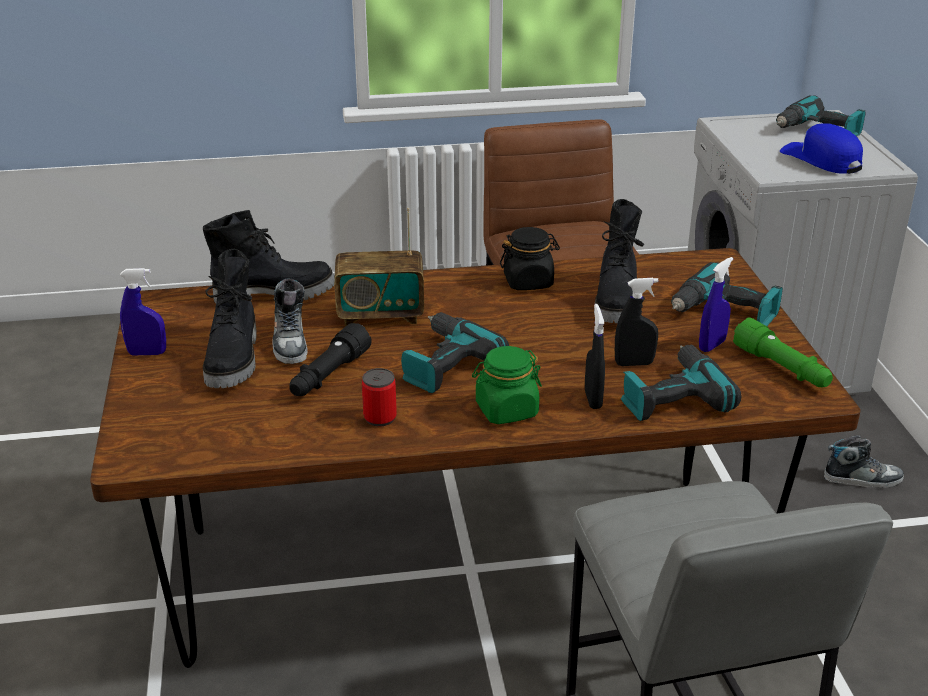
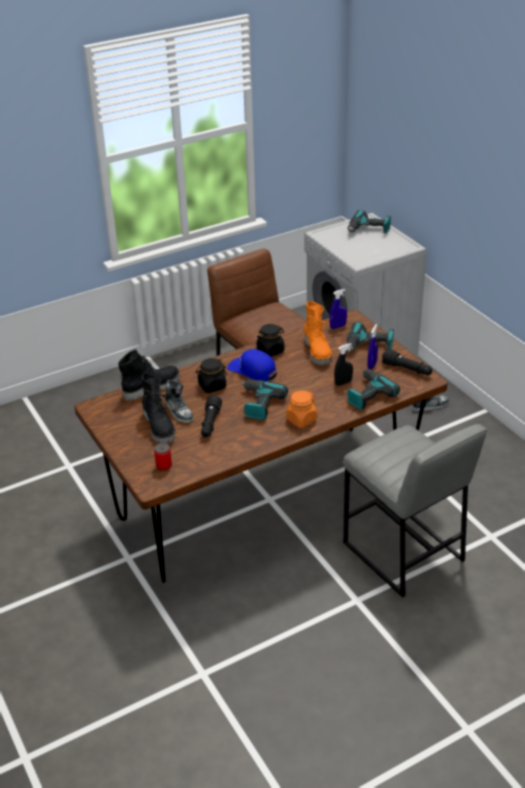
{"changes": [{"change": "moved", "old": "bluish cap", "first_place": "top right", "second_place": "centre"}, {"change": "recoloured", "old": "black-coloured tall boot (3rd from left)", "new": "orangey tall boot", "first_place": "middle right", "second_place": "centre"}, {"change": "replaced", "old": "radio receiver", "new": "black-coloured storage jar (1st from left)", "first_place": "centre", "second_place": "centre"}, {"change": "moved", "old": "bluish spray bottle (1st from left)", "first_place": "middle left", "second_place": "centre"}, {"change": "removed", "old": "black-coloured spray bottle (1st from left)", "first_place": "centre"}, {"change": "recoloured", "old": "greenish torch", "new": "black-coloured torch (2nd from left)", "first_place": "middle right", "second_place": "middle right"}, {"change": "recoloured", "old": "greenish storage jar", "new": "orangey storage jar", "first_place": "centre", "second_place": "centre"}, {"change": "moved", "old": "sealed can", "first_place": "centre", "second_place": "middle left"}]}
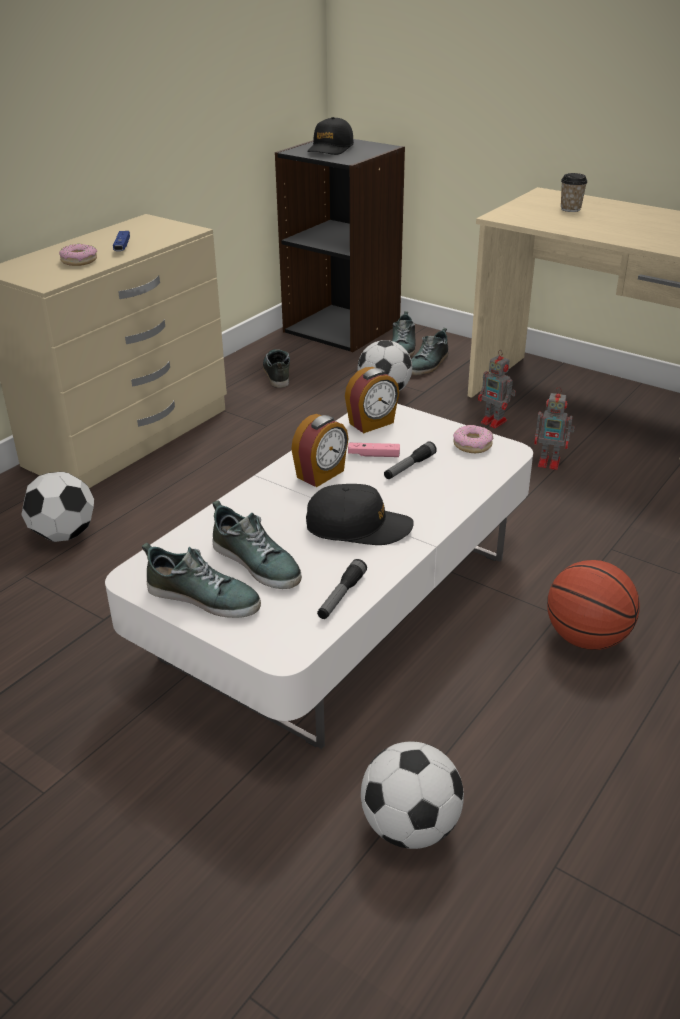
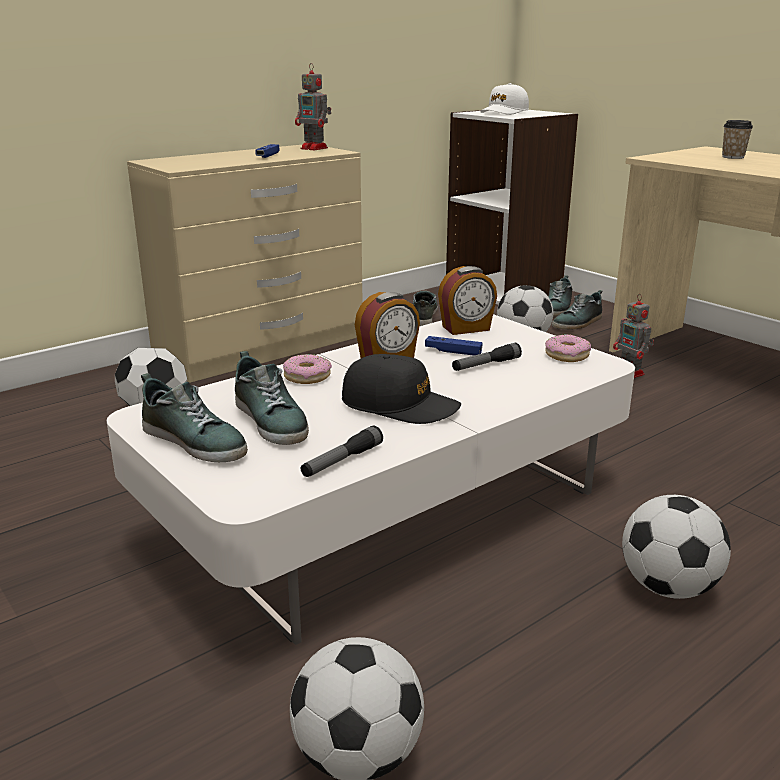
{"changes": [{"change": "recoloured", "old": "black-coloured cap (1st from left)", "new": "white cap", "first_place": "top centre", "second_place": "top centre"}, {"change": "recoloured", "old": "black-coloured bookcase", "new": "white bookcase", "first_place": "top centre", "second_place": "top centre"}, {"change": "moved", "old": "doughnut (1st from left)", "first_place": "top left", "second_place": "centre"}, {"change": "moved", "old": "robot figure (2nd from left in the first image)", "new": "robot figure (1st from left)", "first_place": "middle right", "second_place": "top centre"}, {"change": "recoloured", "old": "pinkish game controller", "new": "bluish game controller (2nd from left)", "first_place": "centre", "second_place": "centre"}, {"change": "replaced", "old": "ball for basketball", "new": "ball for football (4th from left)", "first_place": "middle right", "second_place": "bottom right"}]}
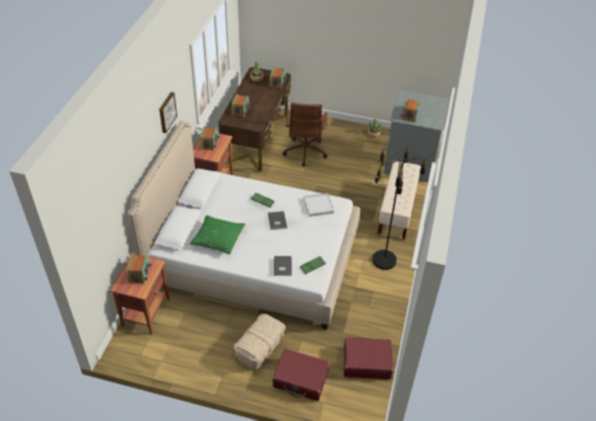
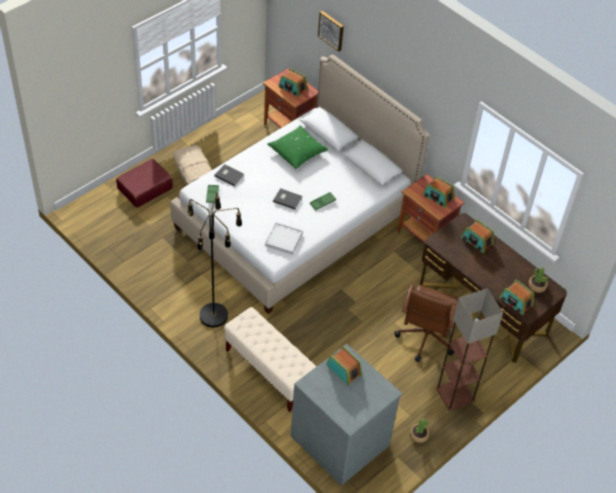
{"changes": [{"change": "moved", "old": "picture", "first_place": "top left", "second_place": "top centre"}, {"change": "turned", "old": "brown-coloured desk chair", "first_place": "top centre", "second_place": "middle right", "degrees": -105}, {"change": "removed", "old": "reddish travel case (2nd from left)", "first_place": "bottom centre"}, {"change": "added", "new": "standard lamp (2nd from left)", "second_place": "bottom right"}]}
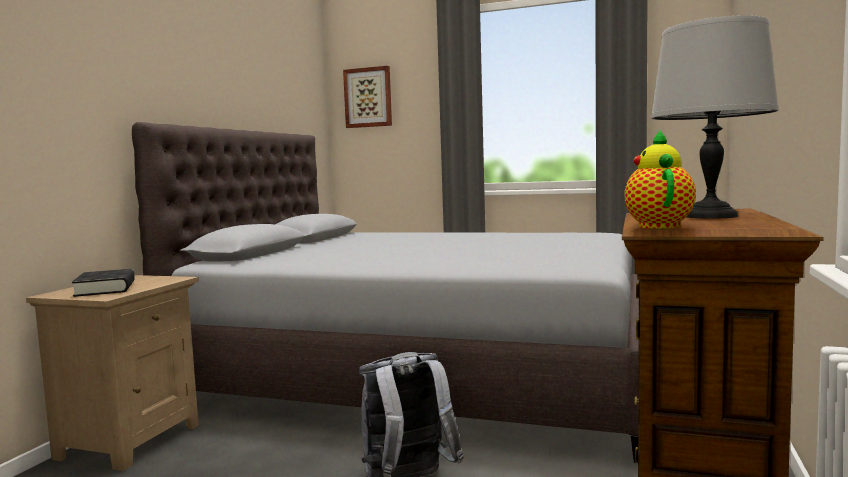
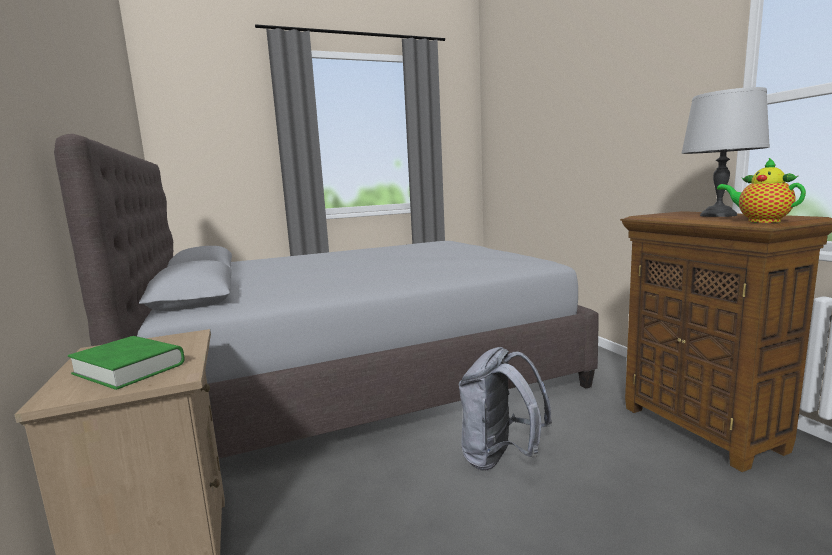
{"changes": [{"change": "removed", "old": "picture", "first_place": "top centre"}, {"change": "recoloured", "old": "black-coloured volume", "new": "greenish volume", "first_place": "middle left", "second_place": "middle left"}]}
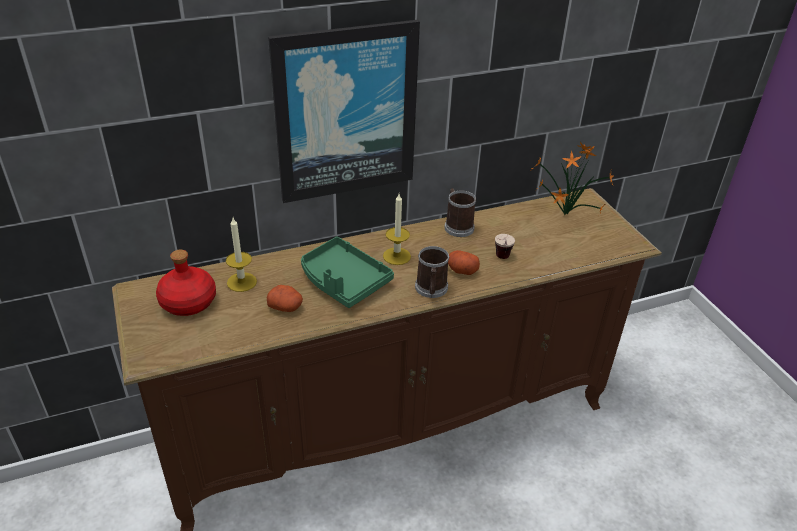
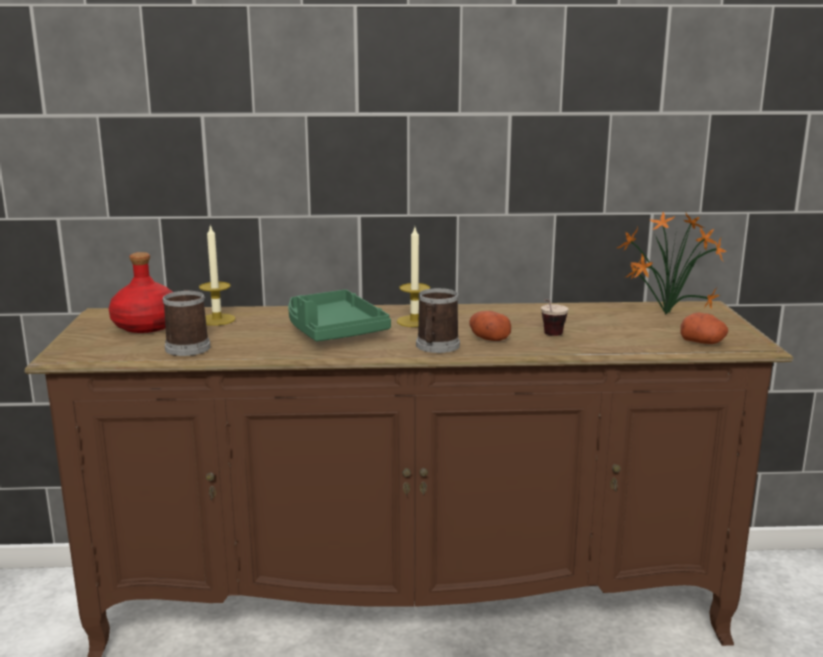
{"changes": [{"change": "removed", "old": "picture", "first_place": "top centre"}, {"change": "moved", "old": "tea mug (2nd from left in the first image)", "new": "tea mug (1st from left)", "first_place": "centre", "second_place": "middle left"}, {"change": "moved", "old": "spud (1st from left in the first image)", "new": "spud (2nd from left)", "first_place": "centre", "second_place": "middle right"}]}
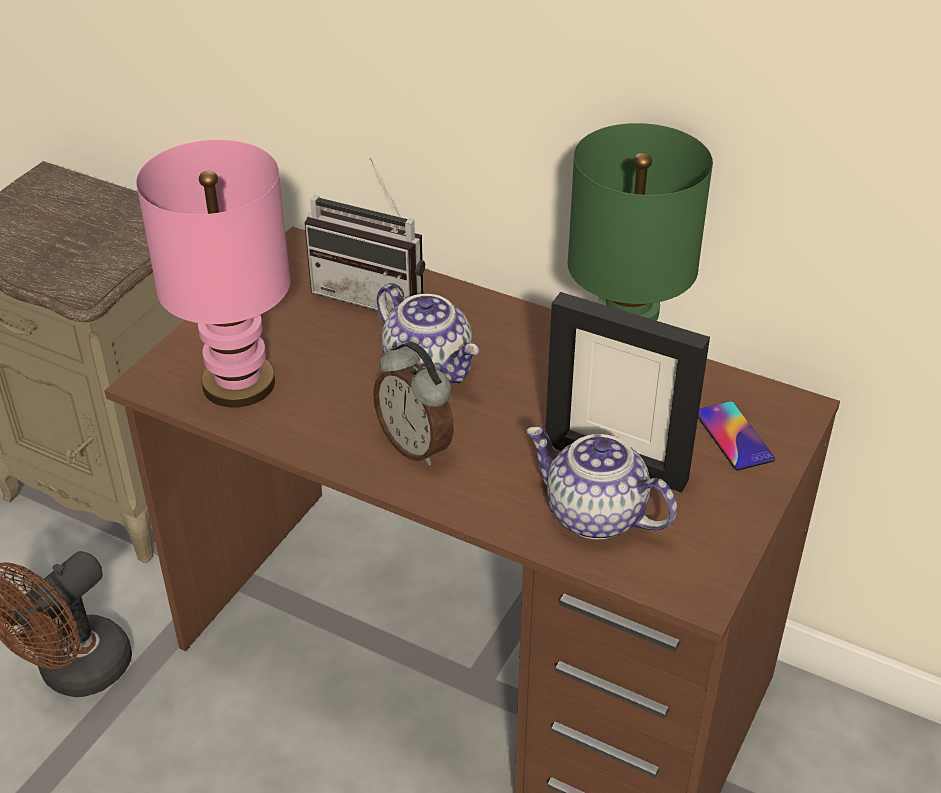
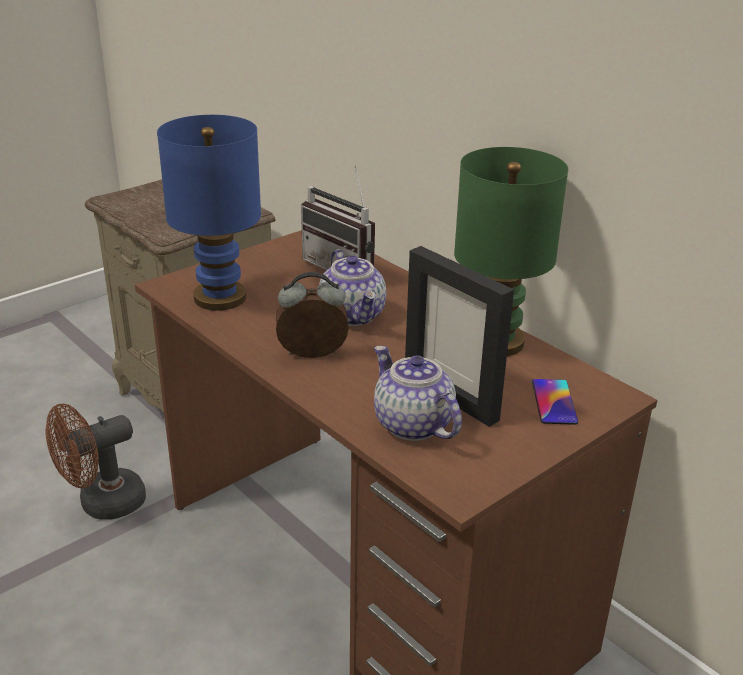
{"changes": [{"change": "recoloured", "old": "pinkish lamp for a table", "new": "bluish lamp for a table", "first_place": "middle left", "second_place": "top left"}, {"change": "turned", "old": "alarm clock", "first_place": "centre", "second_place": "centre", "degrees": 105}]}
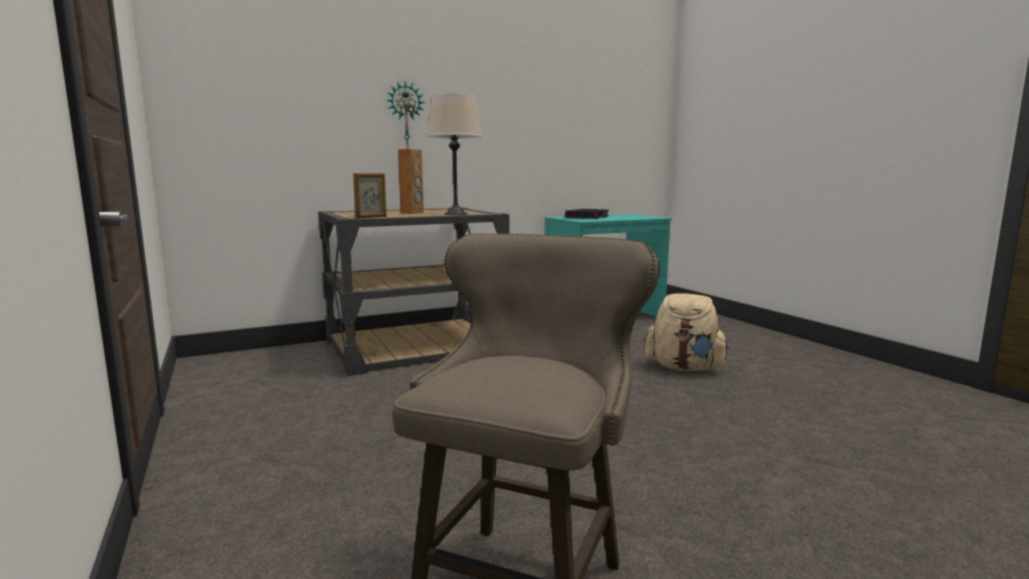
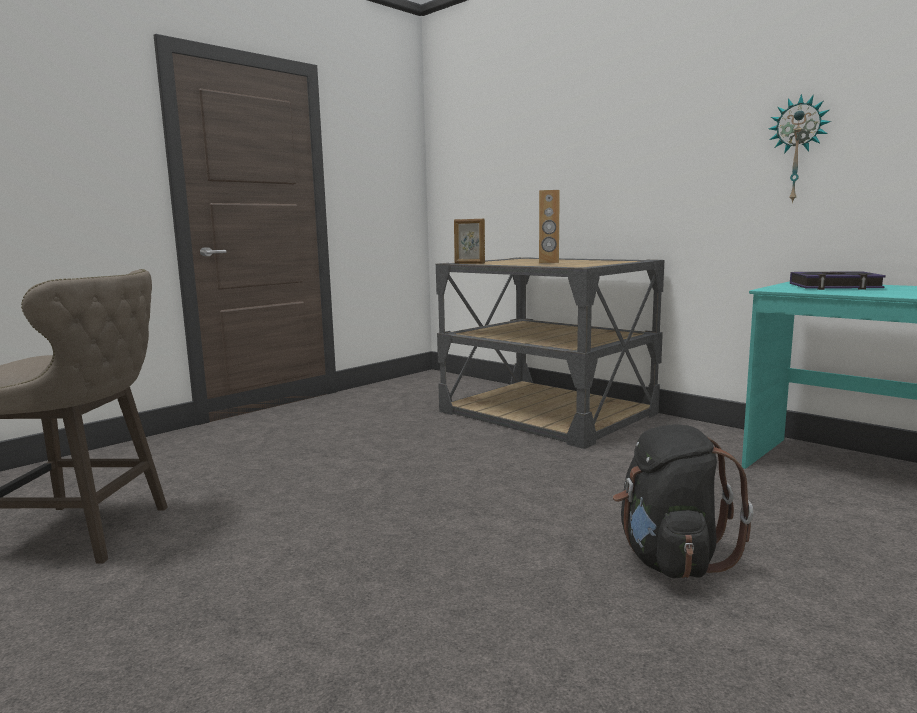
{"changes": [{"change": "moved", "old": "clock on the wall", "first_place": "top centre", "second_place": "top right"}, {"change": "removed", "old": "beige lamp for a table", "first_place": "top centre"}, {"change": "recoloured", "old": "beige knapsack", "new": "black-coloured knapsack", "first_place": "middle right", "second_place": "bottom right"}]}
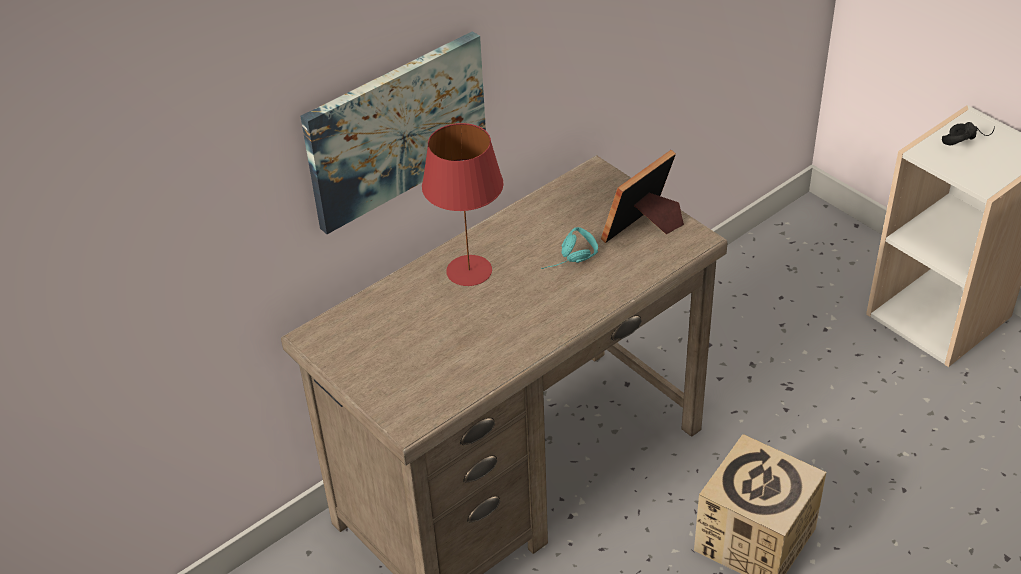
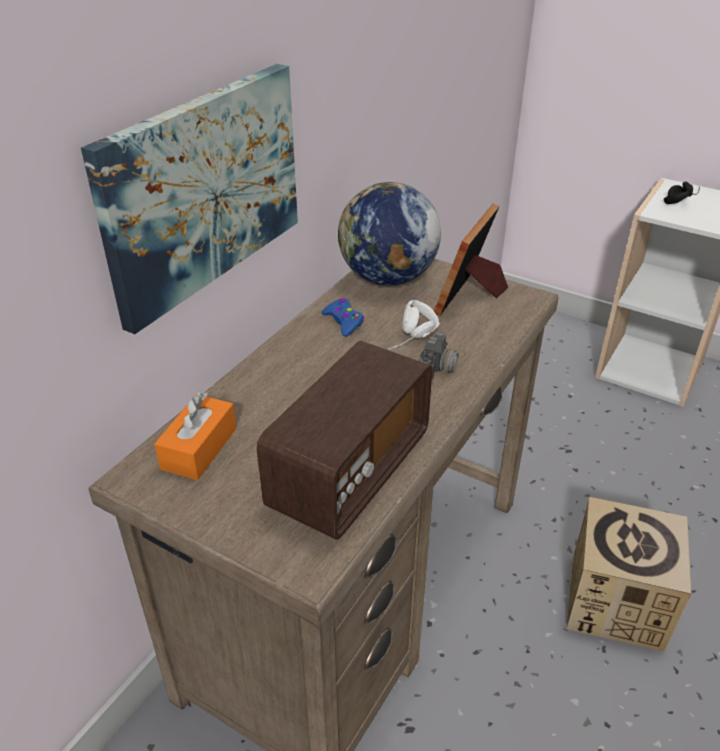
{"changes": [{"change": "removed", "old": "reddish lamp for a table", "first_place": "centre"}, {"change": "recoloured", "old": "turquoise-coloured headset", "new": "white headset", "first_place": "centre", "second_place": "centre"}, {"change": "added", "new": "globe", "second_place": "top centre"}, {"change": "added", "new": "bluish game controller", "second_place": "centre"}, {"change": "added", "new": "still camera", "second_place": "centre"}, {"change": "added", "new": "radio receiver", "second_place": "centre"}, {"change": "added", "new": "orangey tissue holder", "second_place": "middle left"}]}
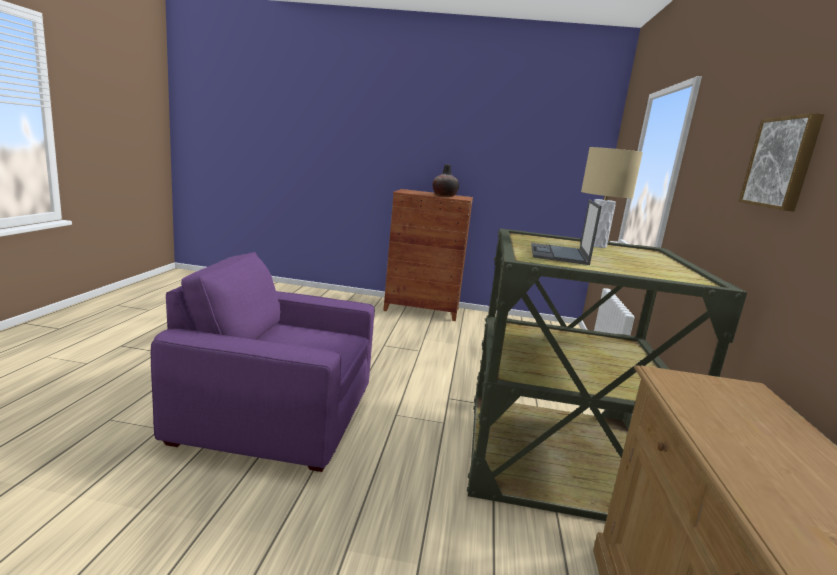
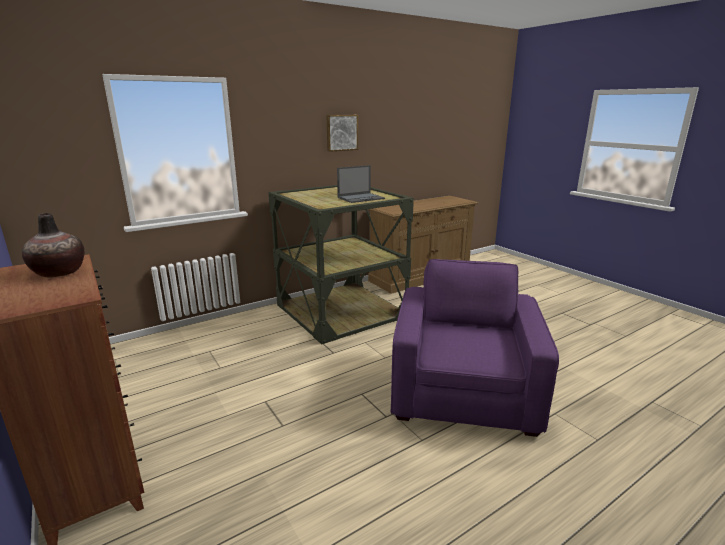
{"changes": [{"change": "removed", "old": "beige lamp for a table", "first_place": "middle right"}, {"change": "turned", "old": "purple armchair", "first_place": "middle left", "second_place": "centre", "degrees": -135}]}
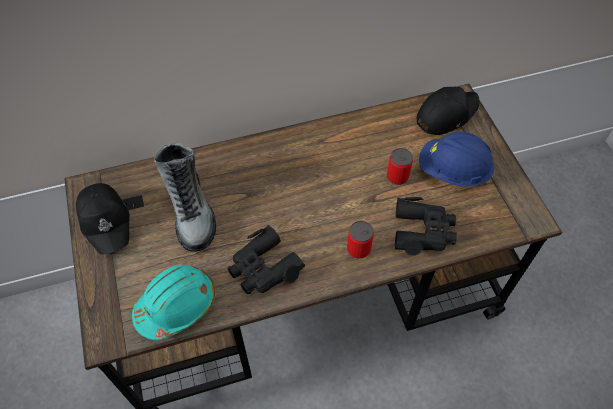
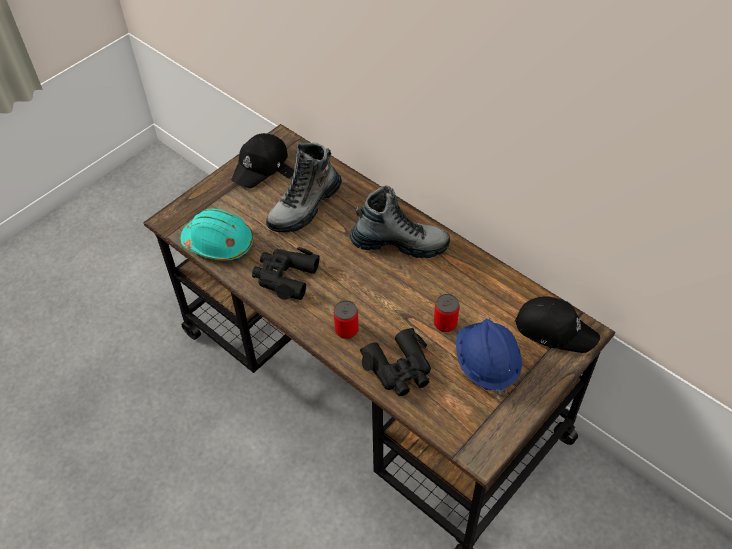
{"changes": [{"change": "added", "new": "tall boot (2nd from left)", "second_place": "centre"}]}
